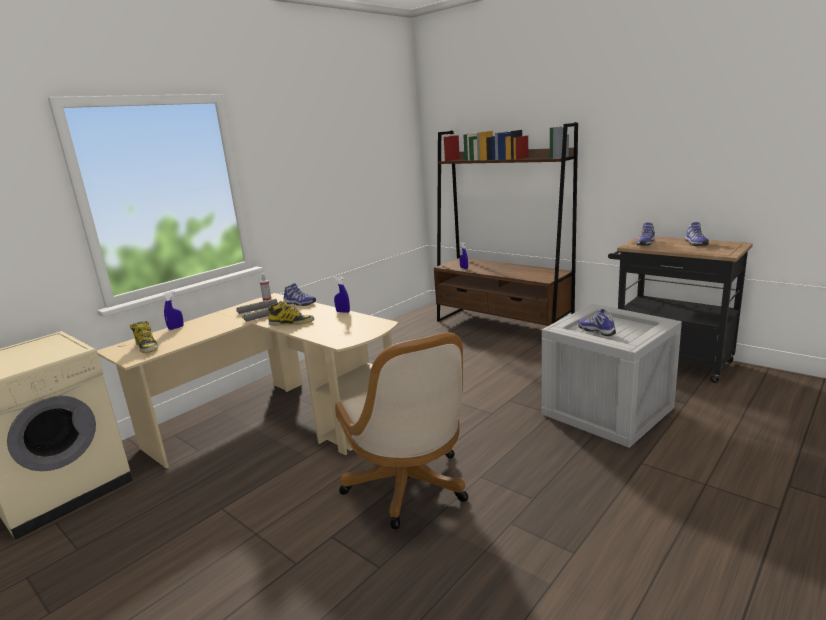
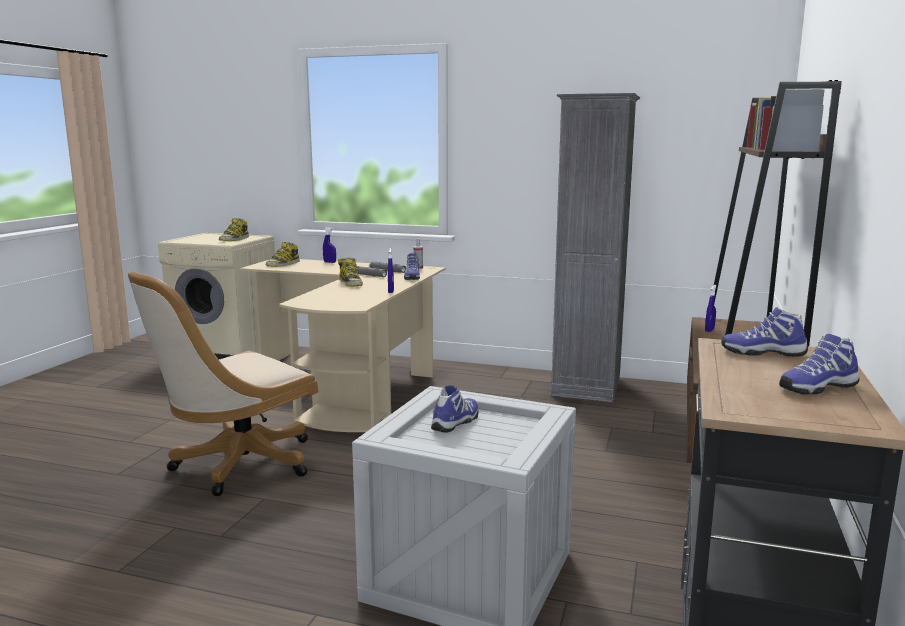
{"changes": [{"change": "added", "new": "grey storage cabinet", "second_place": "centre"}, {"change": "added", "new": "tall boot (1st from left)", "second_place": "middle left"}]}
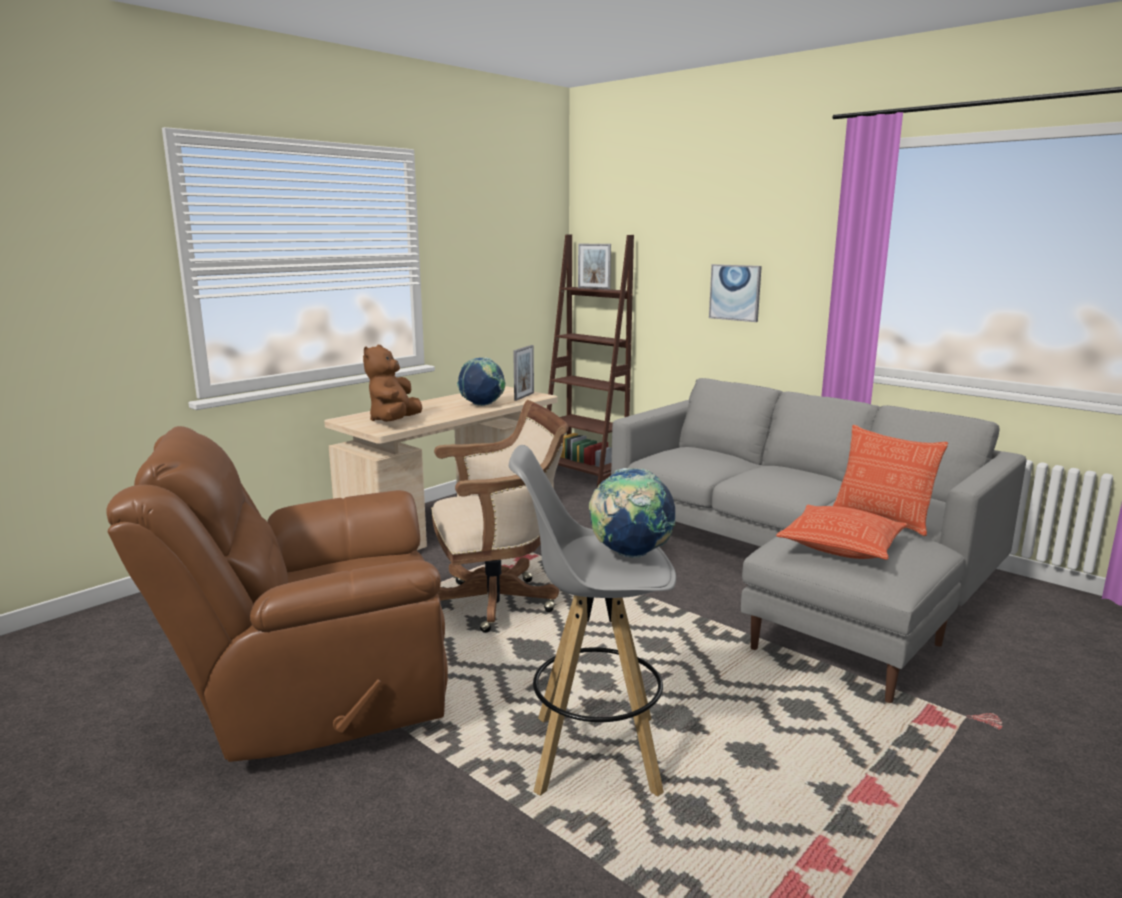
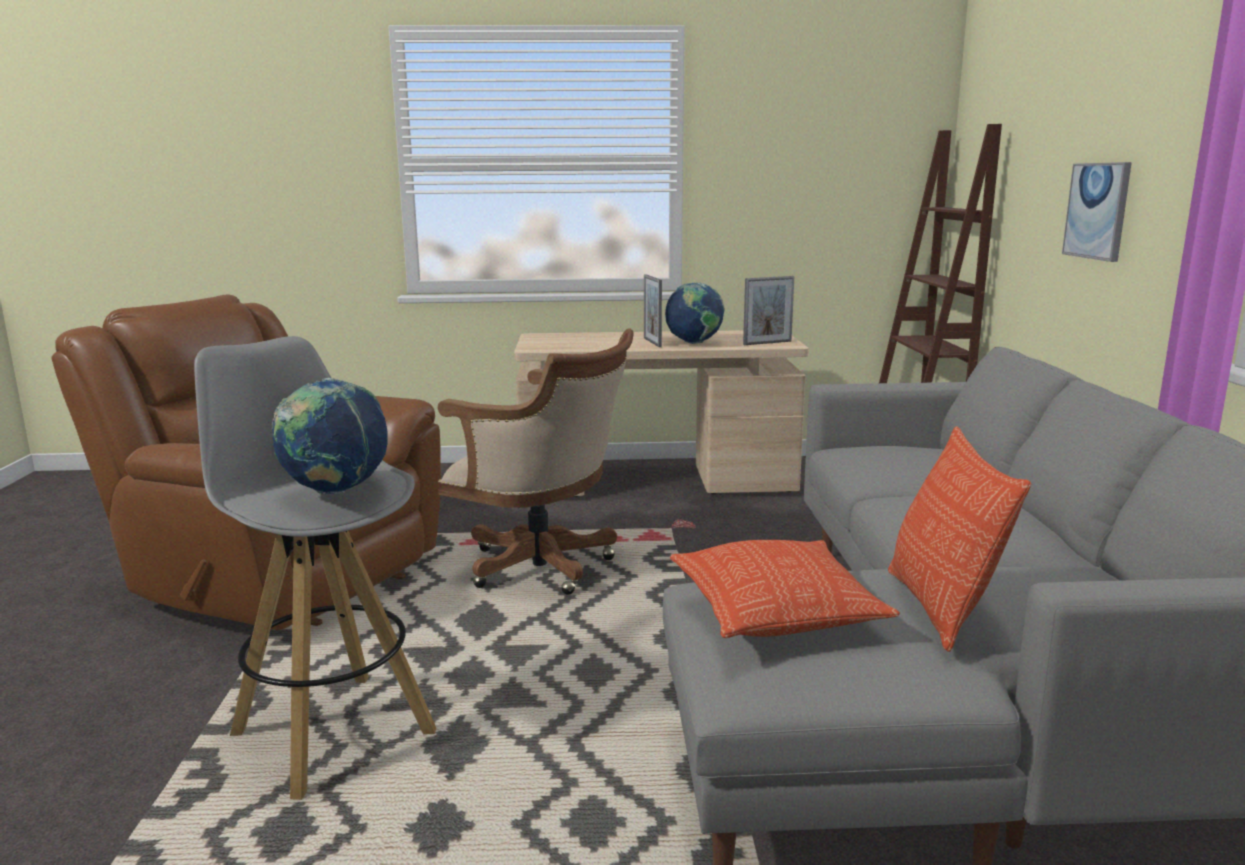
{"changes": [{"change": "moved", "old": "picture frame (2nd from left in the first image)", "new": "picture frame (1st from left)", "first_place": "top centre", "second_place": "centre"}, {"change": "removed", "old": "brown-coloured plush toy", "first_place": "centre"}]}
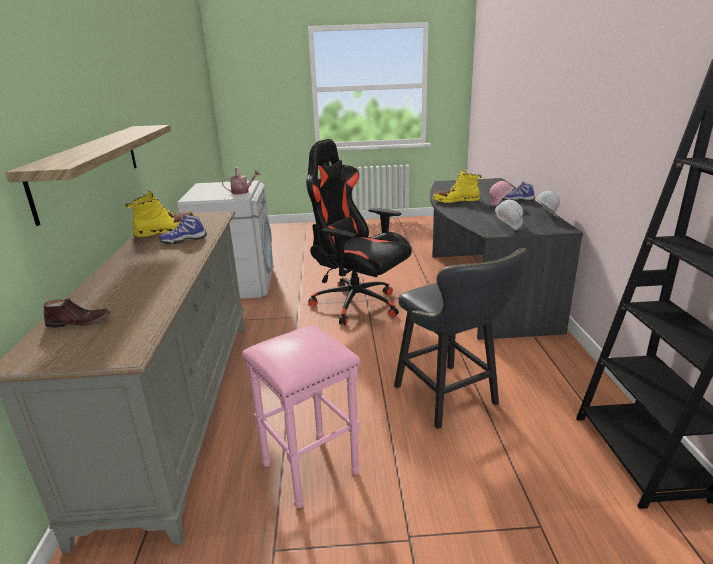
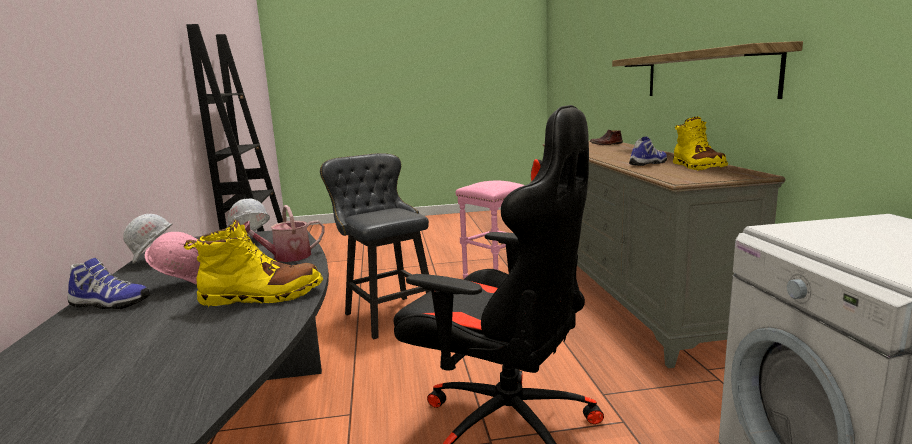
{"changes": [{"change": "moved", "old": "sprinkling can", "first_place": "top centre", "second_place": "middle left"}, {"change": "turned", "old": "yellowish tall boot (1st from left in the first image)", "first_place": "middle left", "second_place": "top right", "degrees": -60}]}
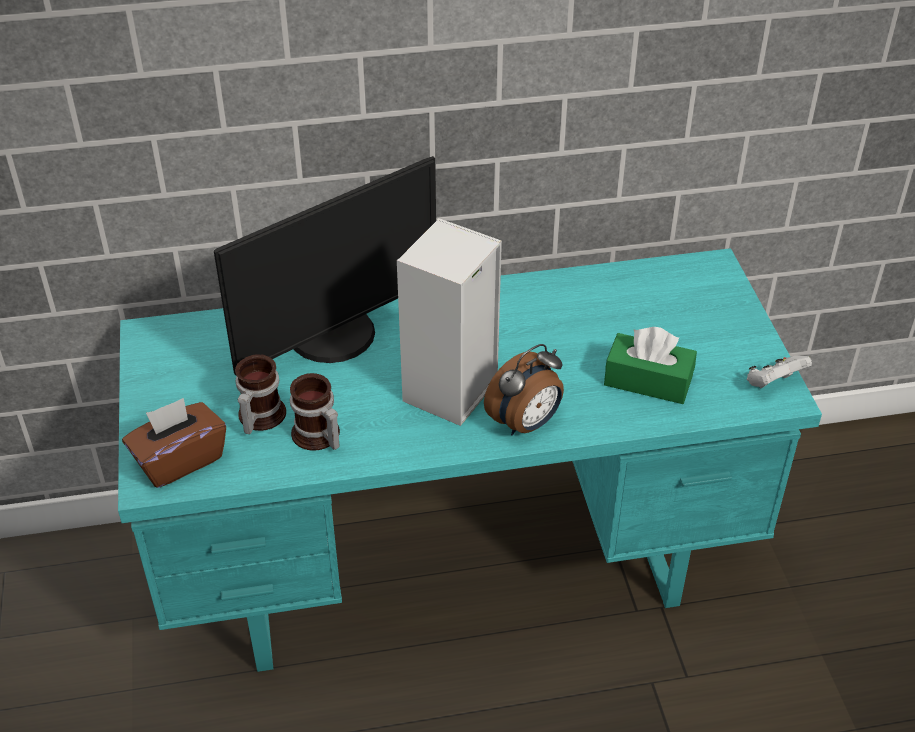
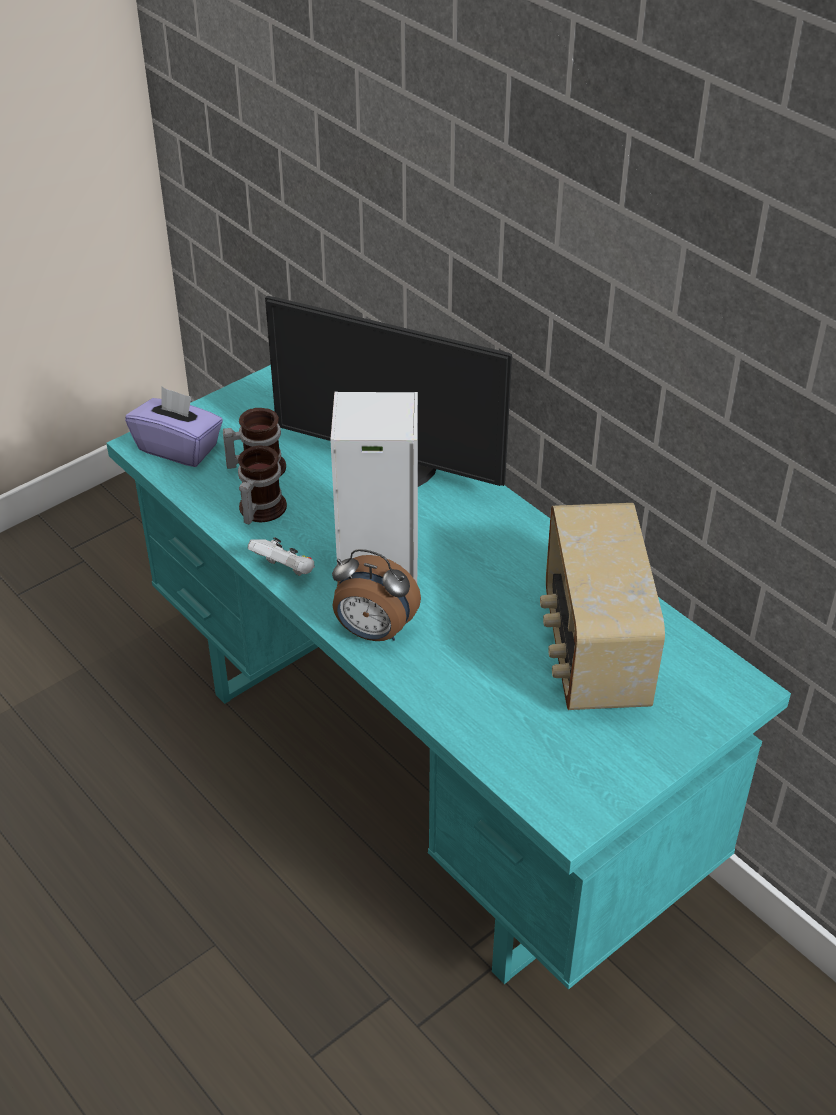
{"changes": [{"change": "removed", "old": "greenish tissue holder", "first_place": "middle right"}, {"change": "moved", "old": "white game controller", "first_place": "middle right", "second_place": "centre"}, {"change": "recoloured", "old": "brown-coloured tissue holder", "new": "purple tissue holder", "first_place": "middle left", "second_place": "middle left"}, {"change": "added", "new": "radio receiver", "second_place": "middle right"}]}
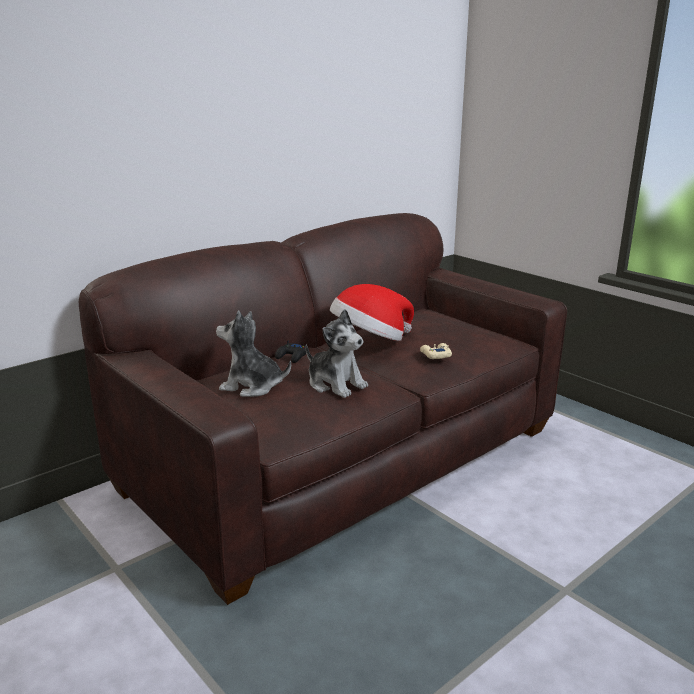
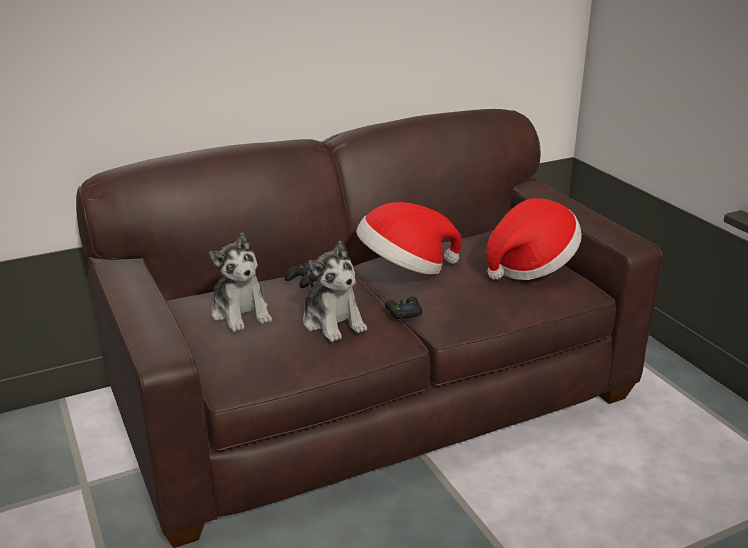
{"changes": [{"change": "turned", "old": "plush toy (1st from left)", "first_place": "centre", "second_place": "middle left", "degrees": -150}, {"change": "removed", "old": "beige game controller", "first_place": "centre"}, {"change": "added", "new": "hat (2nd from left)", "second_place": "middle right"}, {"change": "added", "new": "black-coloured game controller (2nd from left)", "second_place": "centre"}]}
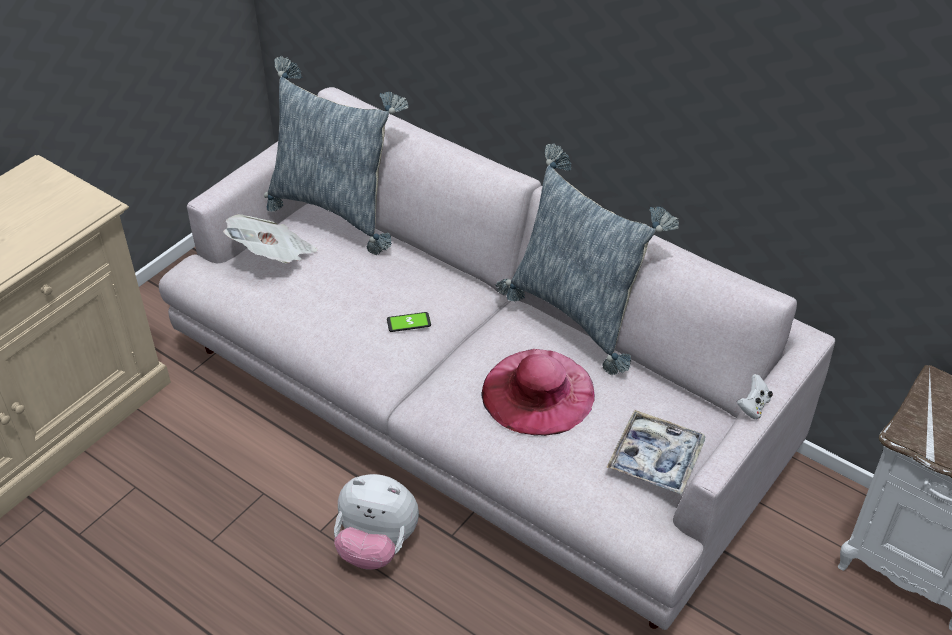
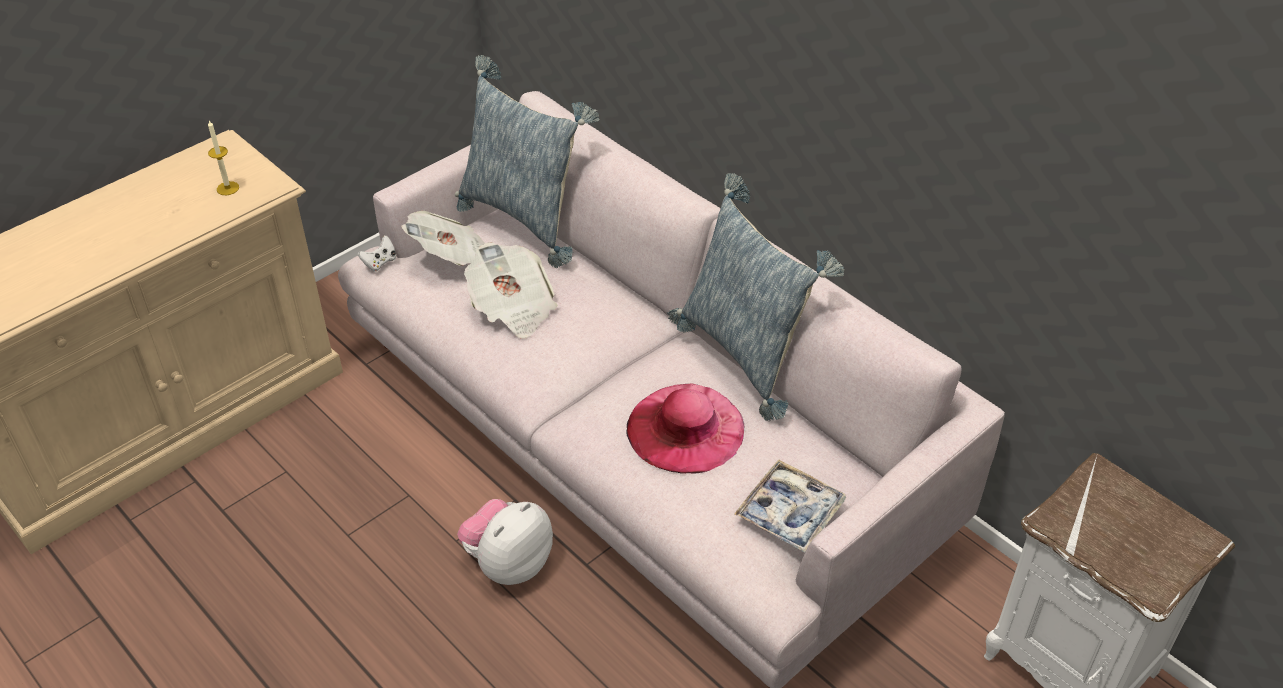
{"changes": [{"change": "removed", "old": "telephone", "first_place": "centre"}, {"change": "moved", "old": "white game controller", "first_place": "middle right", "second_place": "middle left"}, {"change": "turned", "old": "plush toy", "first_place": "bottom centre", "second_place": "bottom centre", "degrees": 105}, {"change": "added", "new": "wax candle", "second_place": "top left"}, {"change": "added", "new": "printed paper (2nd from left)", "second_place": "centre"}]}
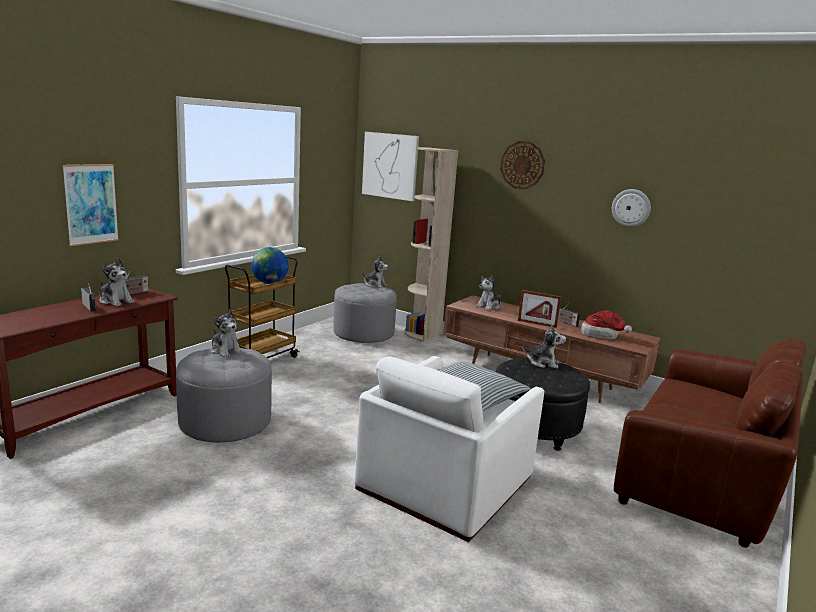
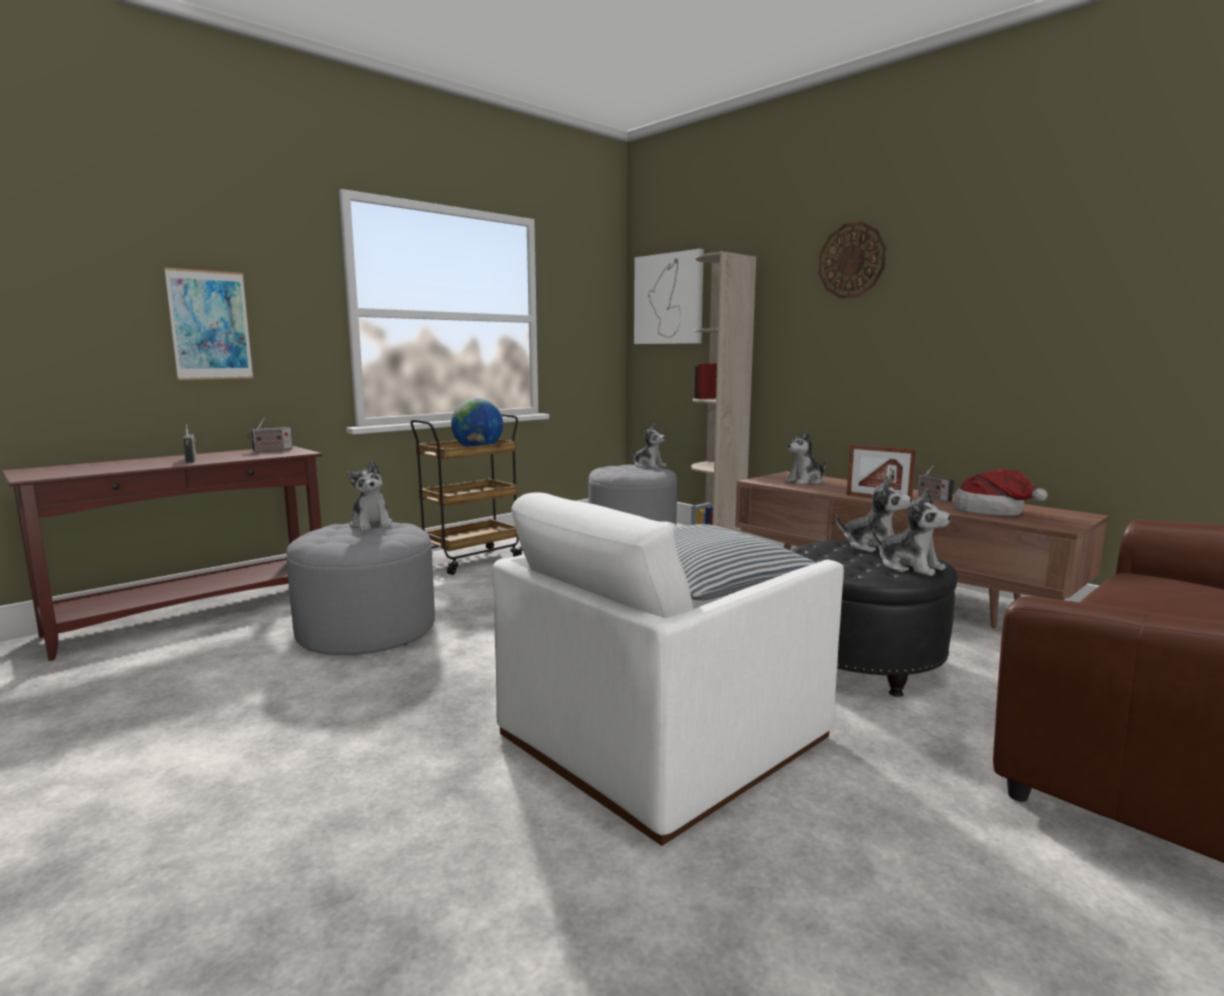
{"changes": [{"change": "removed", "old": "clock on the wall (2nd from left)", "first_place": "middle right"}, {"change": "moved", "old": "plush toy (1st from left in the first image)", "new": "plush toy (5th from left)", "first_place": "middle left", "second_place": "middle right"}]}
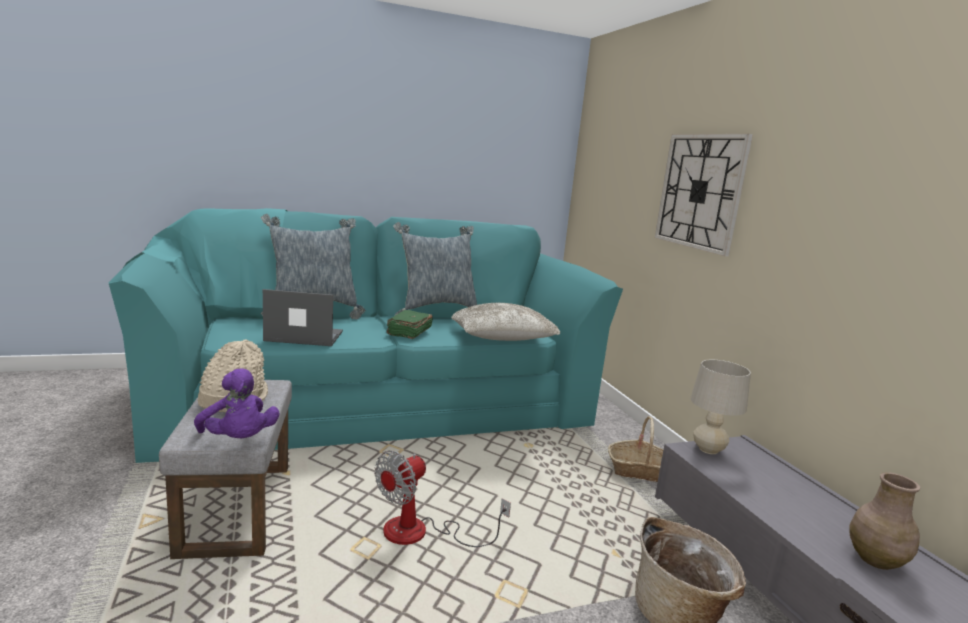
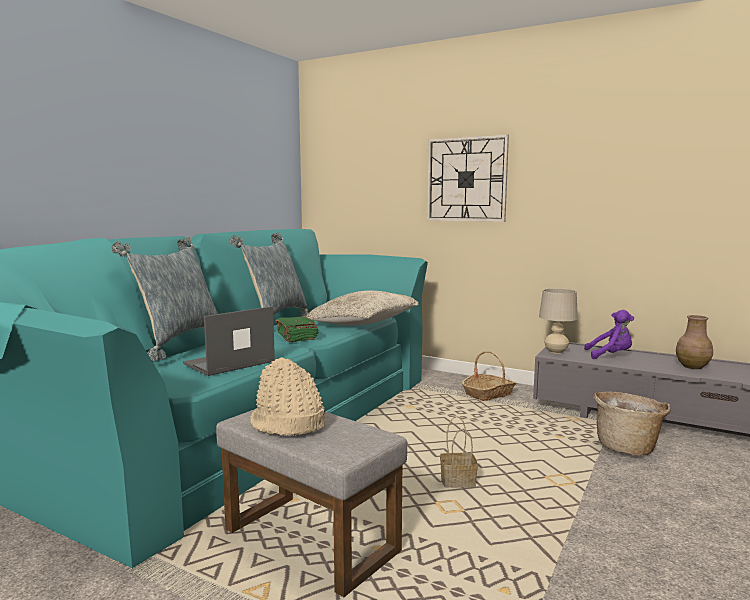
{"changes": [{"change": "moved", "old": "purple plush toy", "first_place": "middle left", "second_place": "middle right"}, {"change": "replaced", "old": "electric fan", "new": "household basket (1st from left)", "first_place": "bottom centre", "second_place": "bottom centre"}]}
